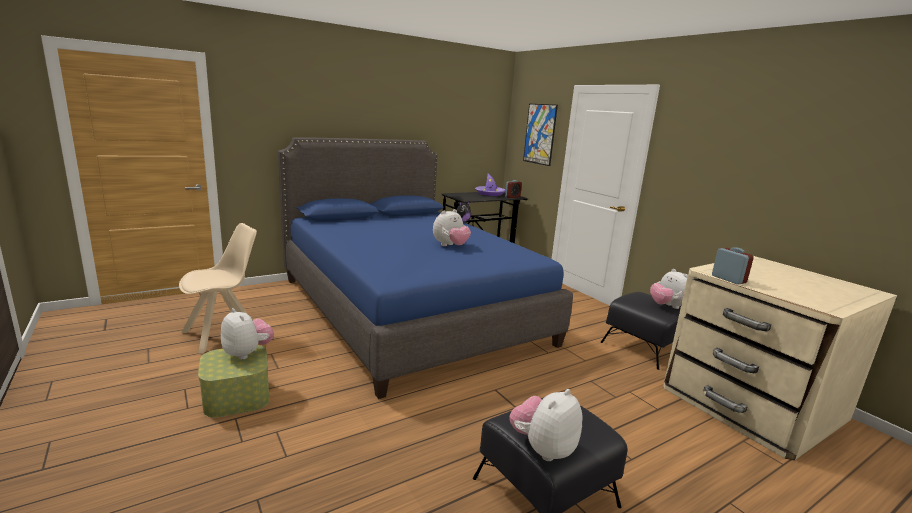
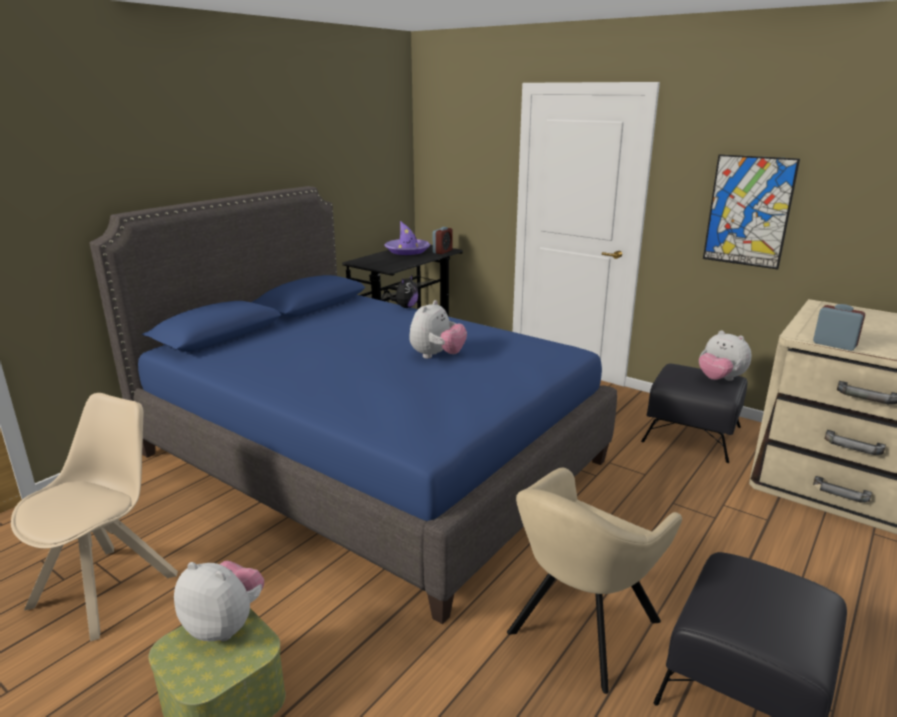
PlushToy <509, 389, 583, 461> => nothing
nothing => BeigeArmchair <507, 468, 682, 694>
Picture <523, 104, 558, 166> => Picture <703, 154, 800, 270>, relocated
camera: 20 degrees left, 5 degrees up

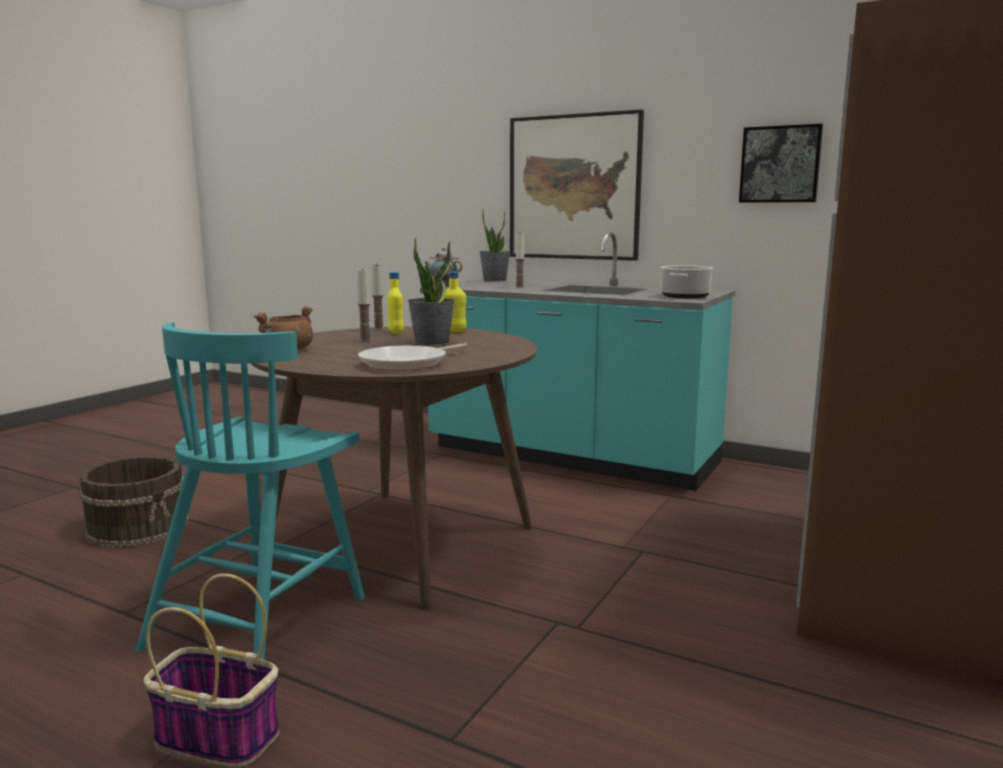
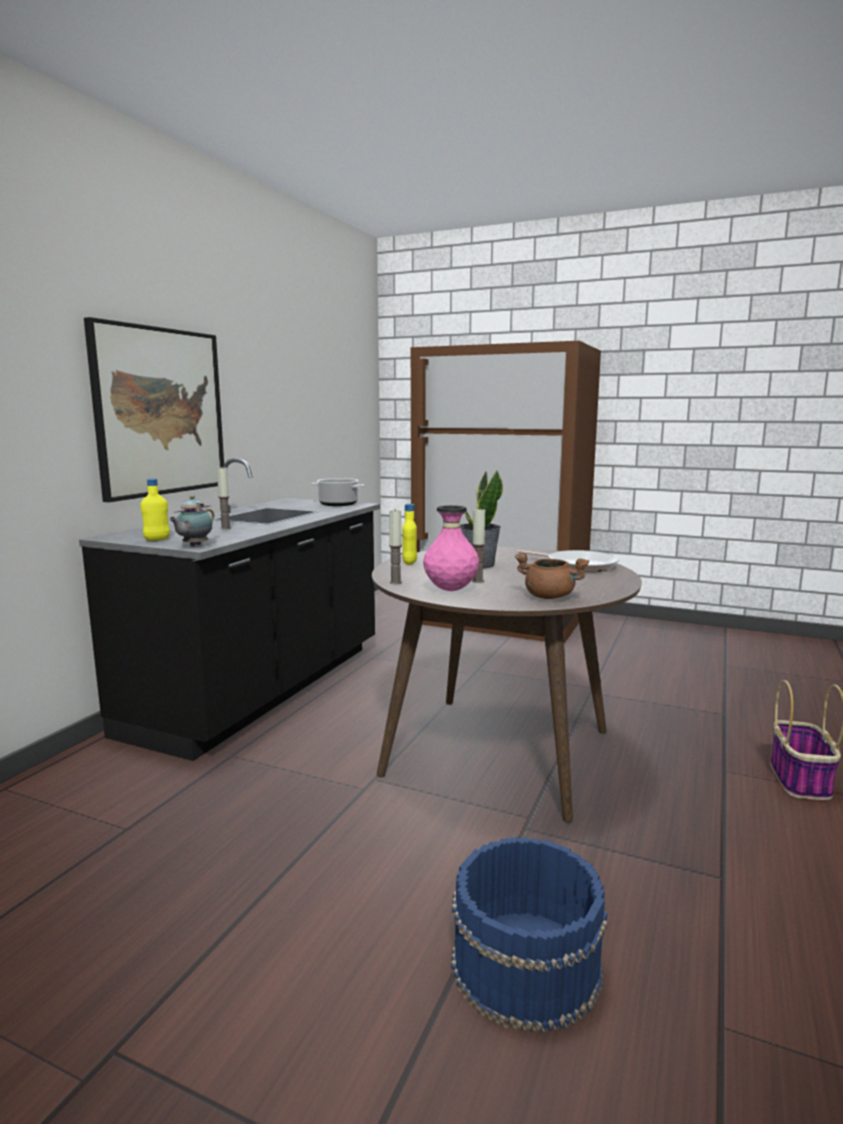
TurquoiseChair <135, 322, 365, 660> => nothing
PottedPlant <479, 209, 510, 281> => nothing
Picture <739, 124, 823, 203> => nothing
nothing => PinkVase <423, 505, 479, 591>
YellowBottle <387, 272, 404, 334> => YellowBottle <140, 478, 170, 541>, relocated
BrownBucket <79, 456, 189, 548> => BlueBucket <451, 837, 607, 1033>
TurquoiseCounter <420, 232, 735, 491> => BlackCounter <79, 458, 380, 761>
camera: 95 degrees left, 0 degrees up

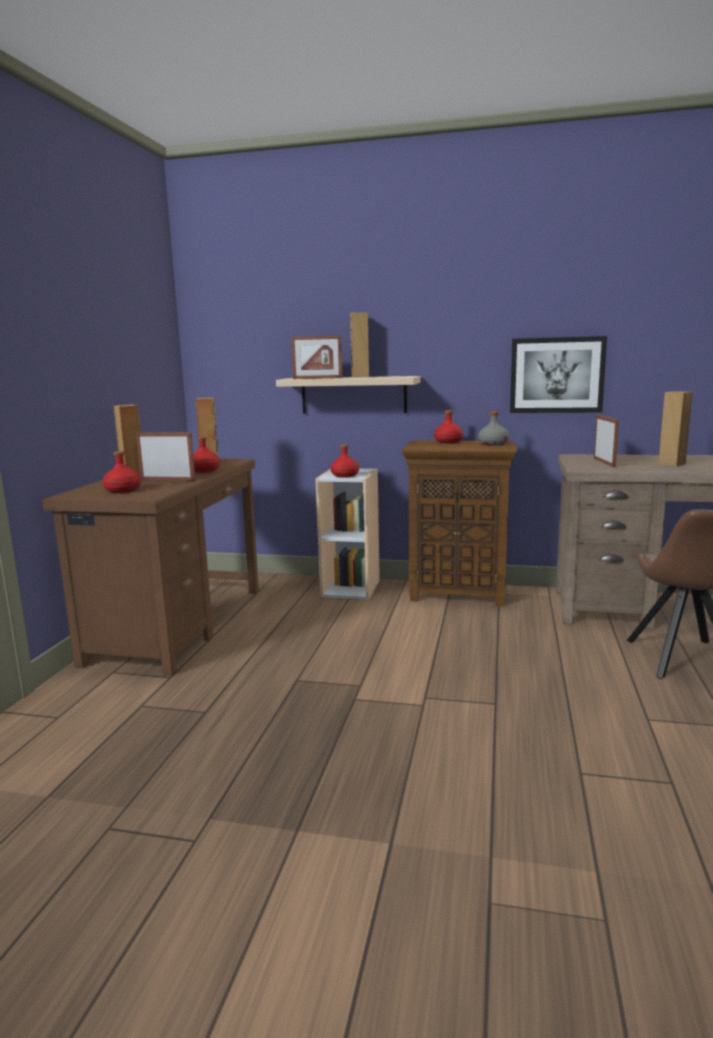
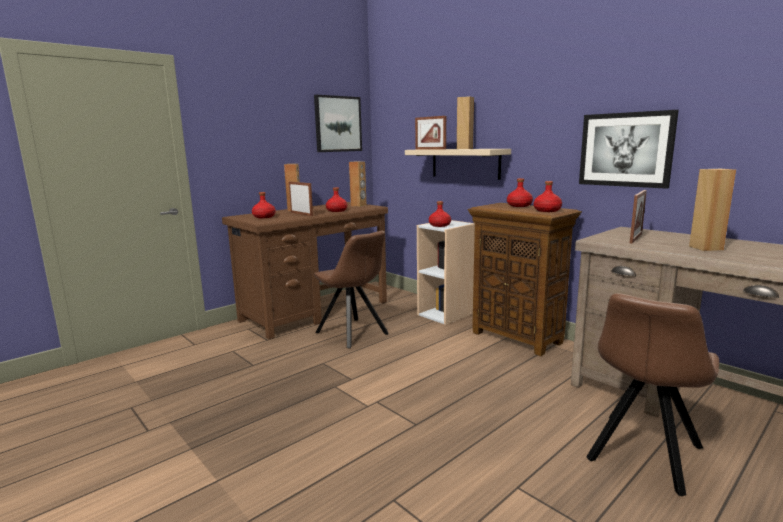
nothing => Picture <314, 95, 362, 152>
nothing => BrownChair <314, 231, 388, 348>
GreyBottle <478, 411, 509, 446> => RedBottle <534, 181, 562, 212>
camera: 35 degrees right, 0 degrees up

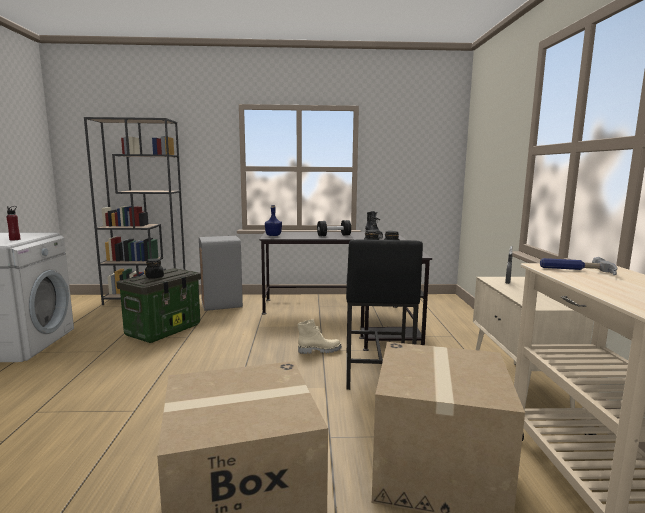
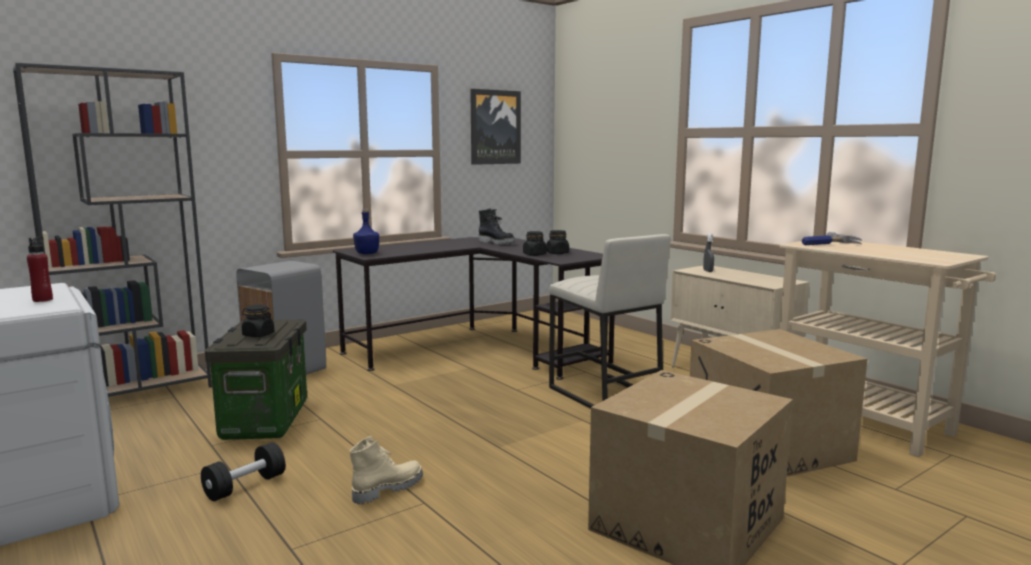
nothing => Picture <470, 89, 521, 165>
BeigeBoot <298, 319, 342, 354> => BeigeBoot <350, 436, 423, 504>, relocated
BlackDumbbell <317, 220, 351, 236> => BlackDumbbell <201, 442, 285, 501>, relocated
BlackStool <346, 240, 423, 390> => BeigeStool <549, 234, 671, 409>
camera: 35 degrees left, 0 degrees up

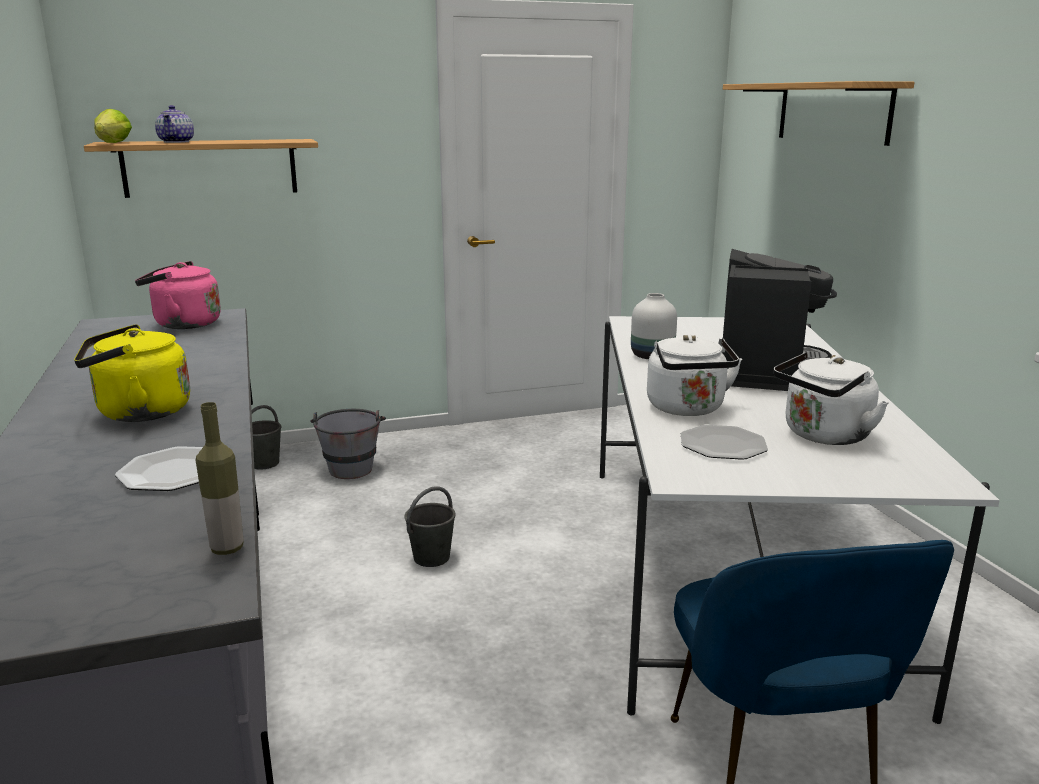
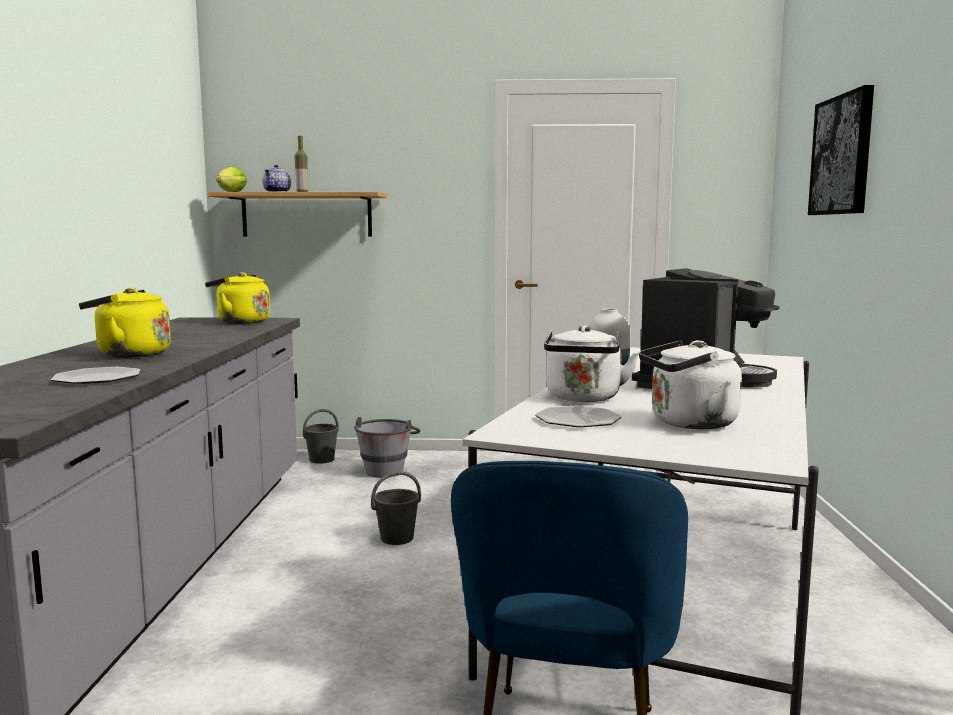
Bottle <196, 402, 244, 555> => Bottle <295, 136, 308, 192>, relocated
Shelf <723, 81, 915, 146> => Picture <808, 85, 874, 215>
PinkKettle <135, 261, 221, 329> => YellowKettle <205, 272, 270, 324>
camera: 20 degrees right, 10 degrees down

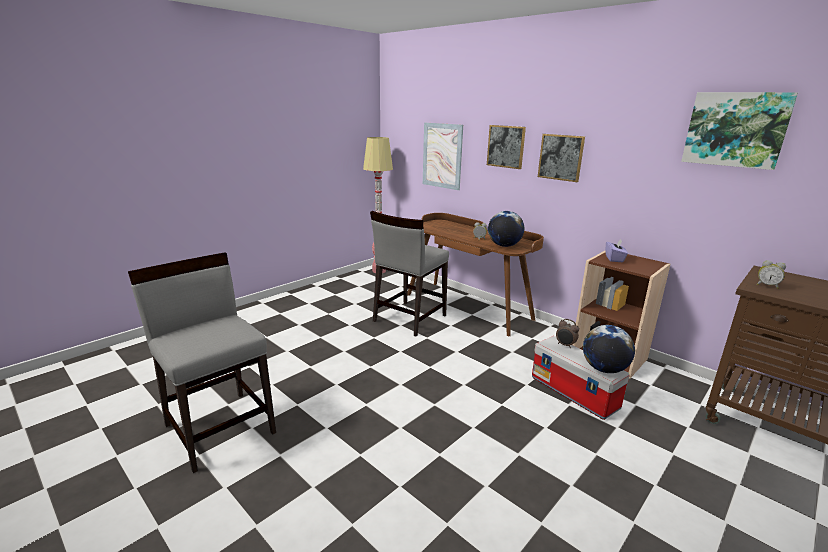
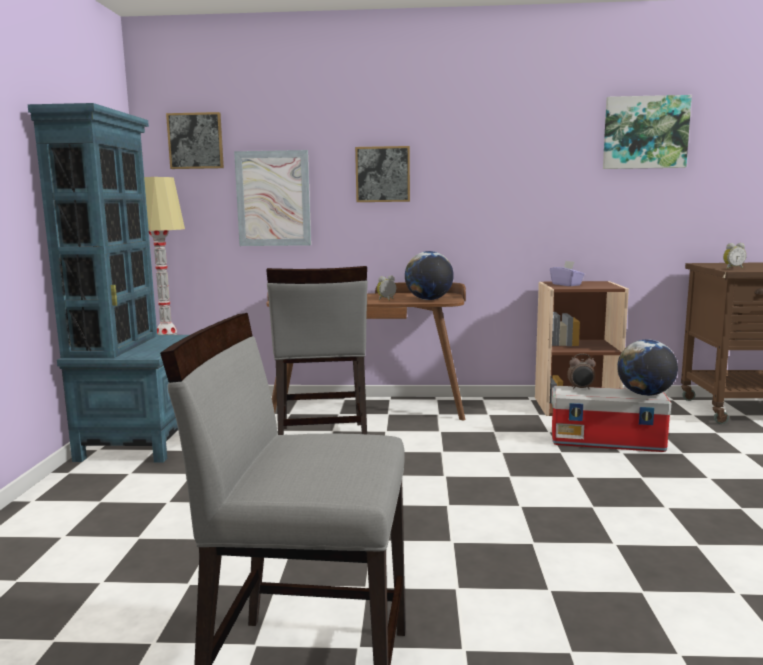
nothing => BlueCabinet <27, 103, 189, 463>
Picture <538, 134, 585, 182> => Picture <166, 112, 224, 169>, relocated
camera: 40 degrees left, 10 degrees down

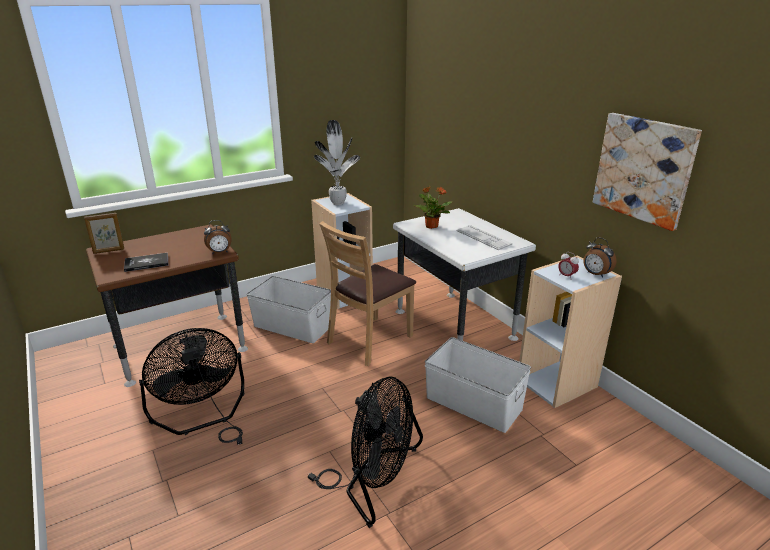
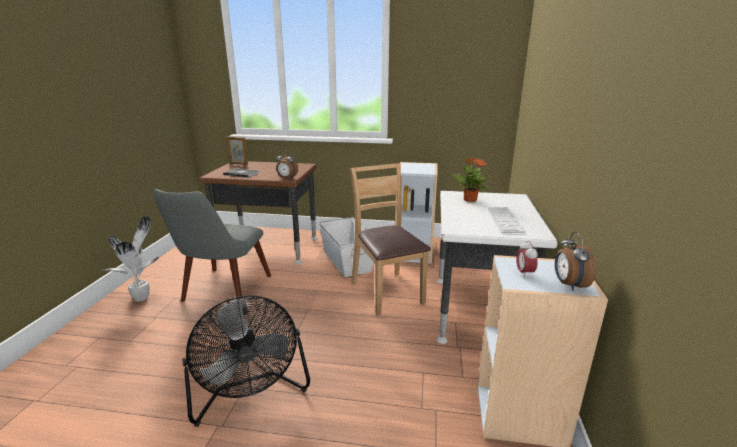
WhiteStorageBox <425, 337, 531, 433> => nothing
Picture <593, 113, 702, 231> => nothing
PottedPlant <314, 120, 360, 205> => PottedPlant <104, 216, 159, 302>, relocated
BlackFan <139, 328, 245, 445> => GreyChair <153, 189, 271, 302>
BrownChair <319, 221, 416, 366> => BrownChair <350, 163, 431, 316>, 75 degrees clockwise
camera: 40 degrees right, 5 degrees down

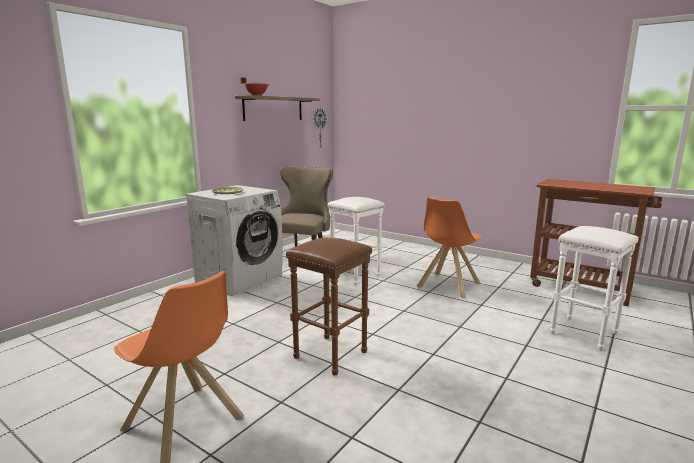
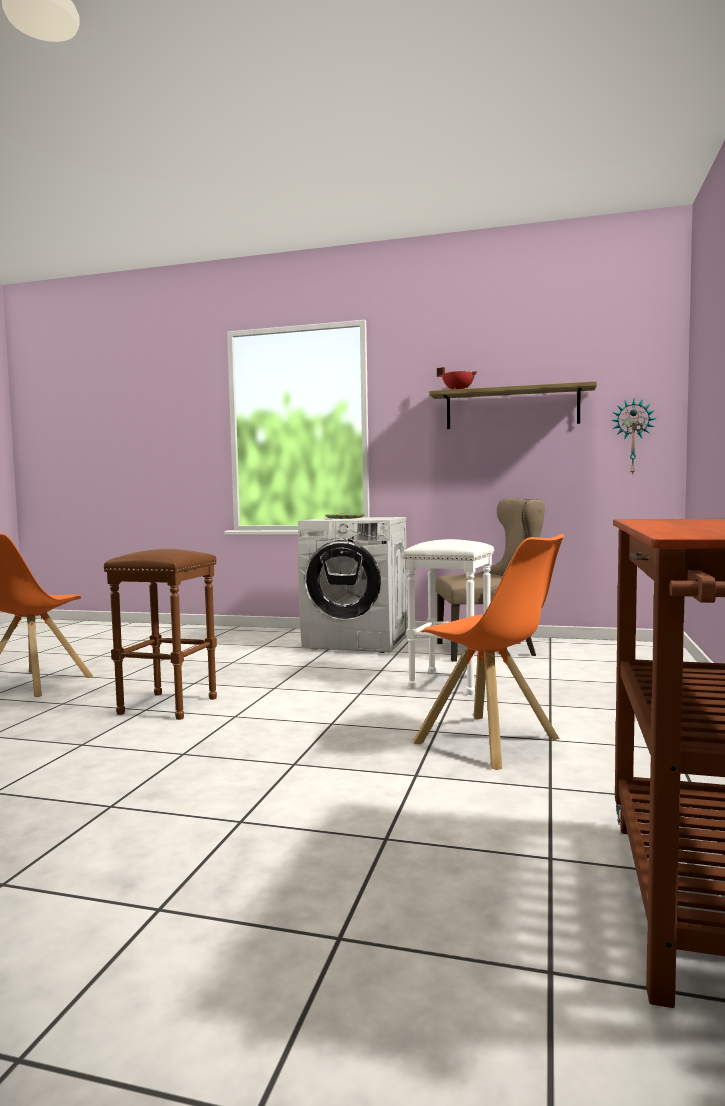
WhiteStool <550, 226, 639, 350> => nothing
OrangeChair <417, 197, 482, 298> => OrangeChair <413, 534, 564, 770>, 150 degrees counterclockwise
camera: 70 degrees right, 10 degrees down

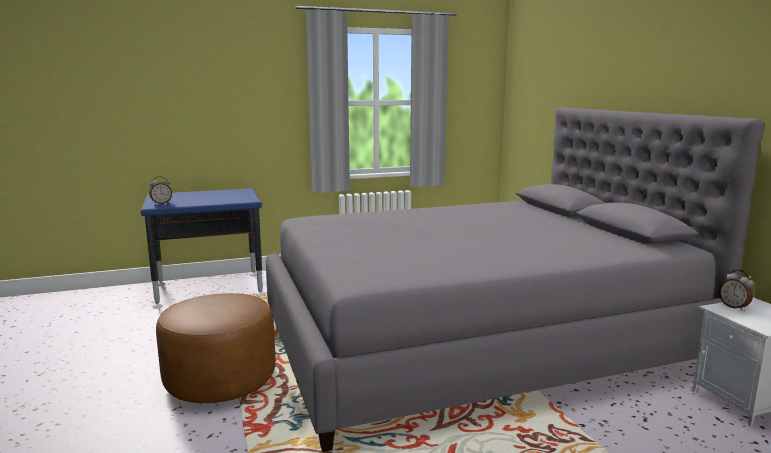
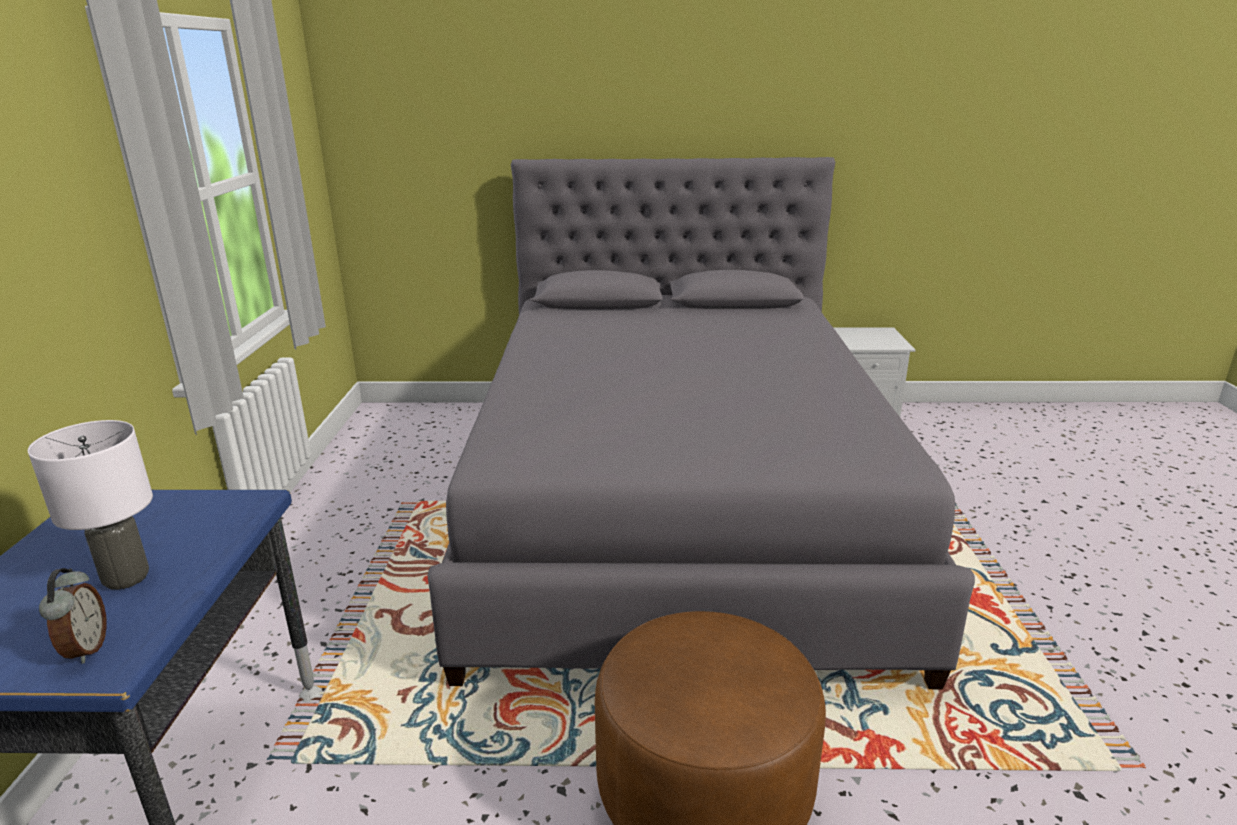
AlarmClock <719, 270, 753, 311> => nothing
nothing => WhiteTableLamp <28, 420, 153, 590>
camera: 70 degrees left, 10 degrees up

